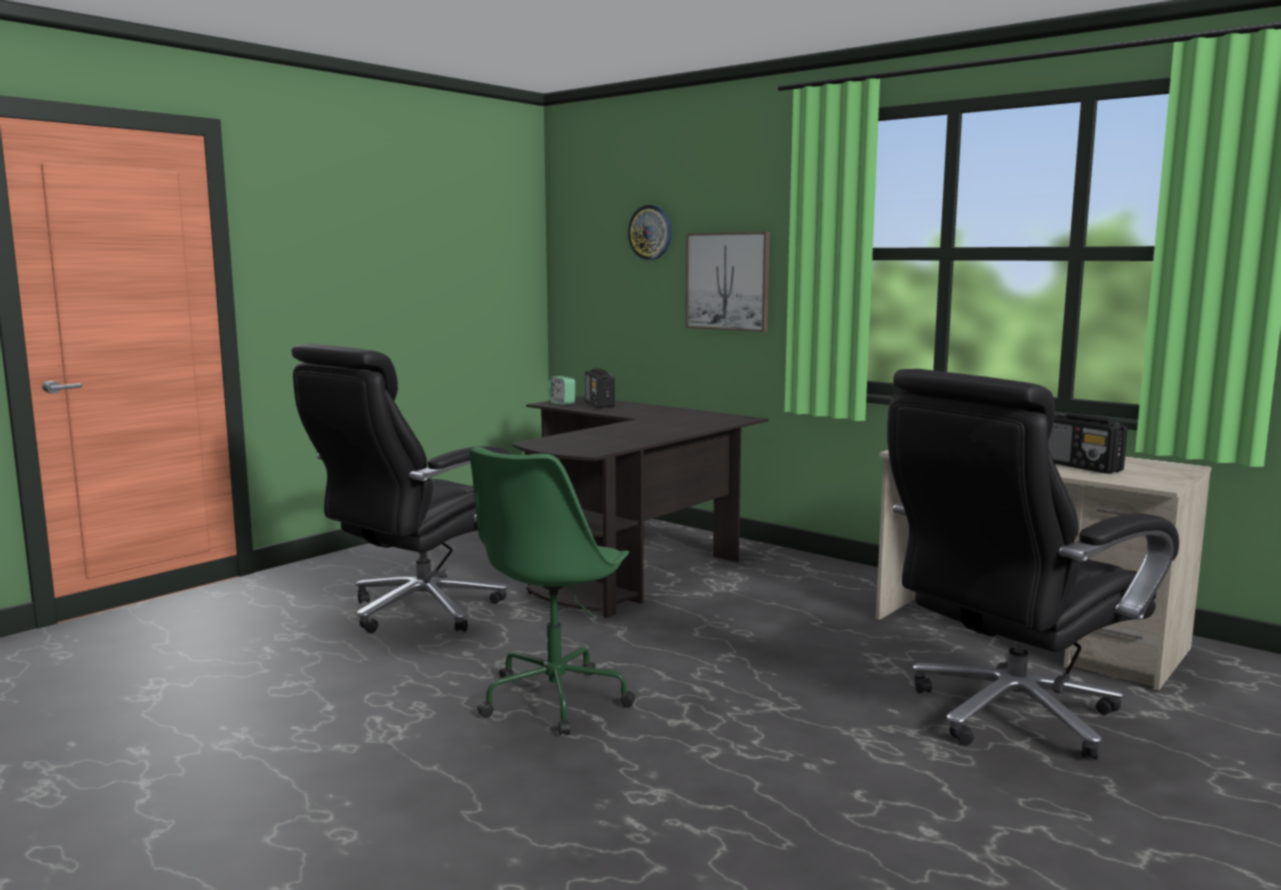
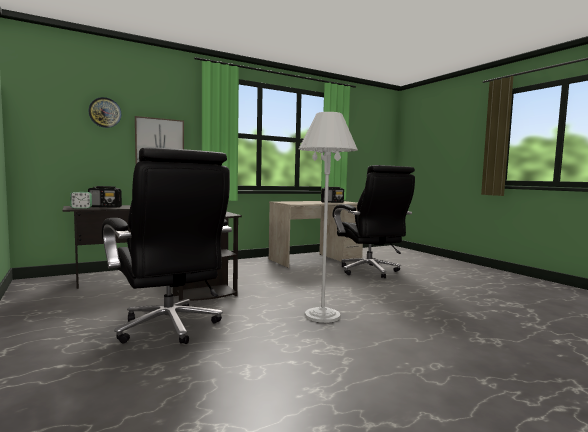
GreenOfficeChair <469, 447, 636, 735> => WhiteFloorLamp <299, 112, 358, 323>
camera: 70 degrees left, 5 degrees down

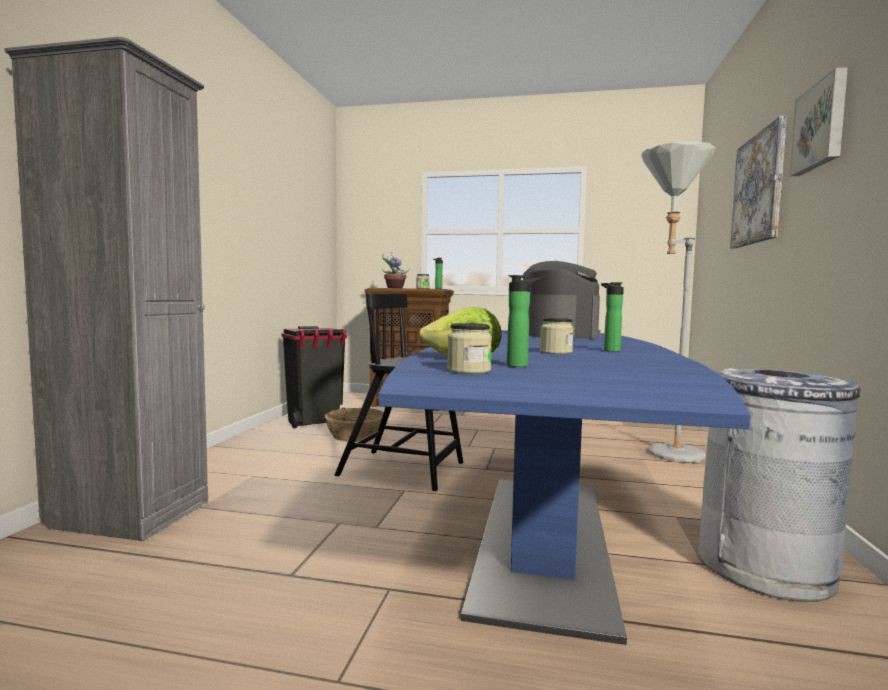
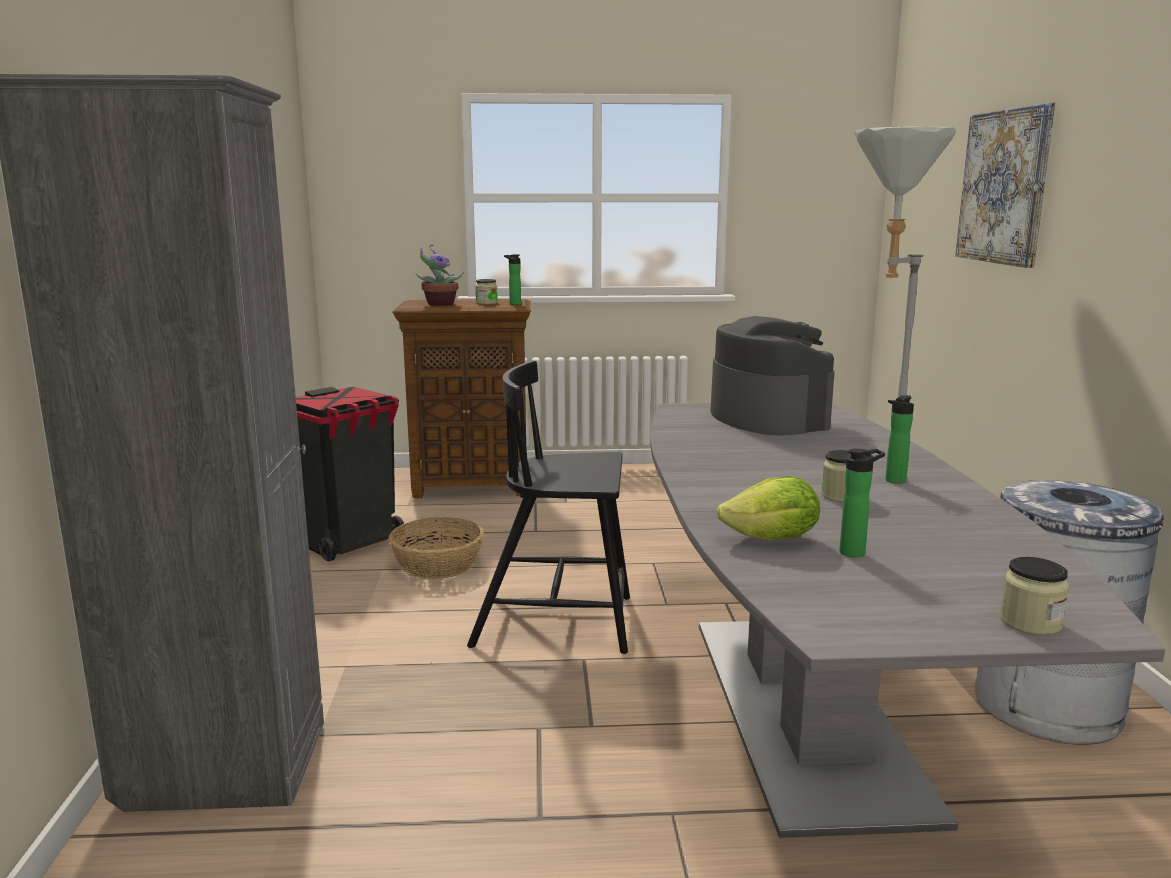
Picture <789, 67, 848, 176> => nothing
Jar <447, 323, 492, 374> => Jar <1000, 557, 1069, 635>, relocated
BlueDiningTable <378, 330, 751, 645> => GreyDiningTable <650, 403, 1165, 838>
camera: 15 degrees left, 10 degrees up

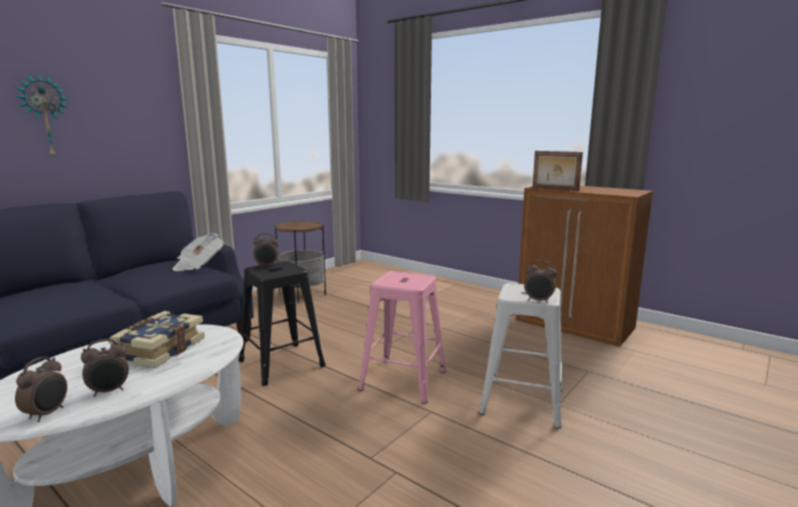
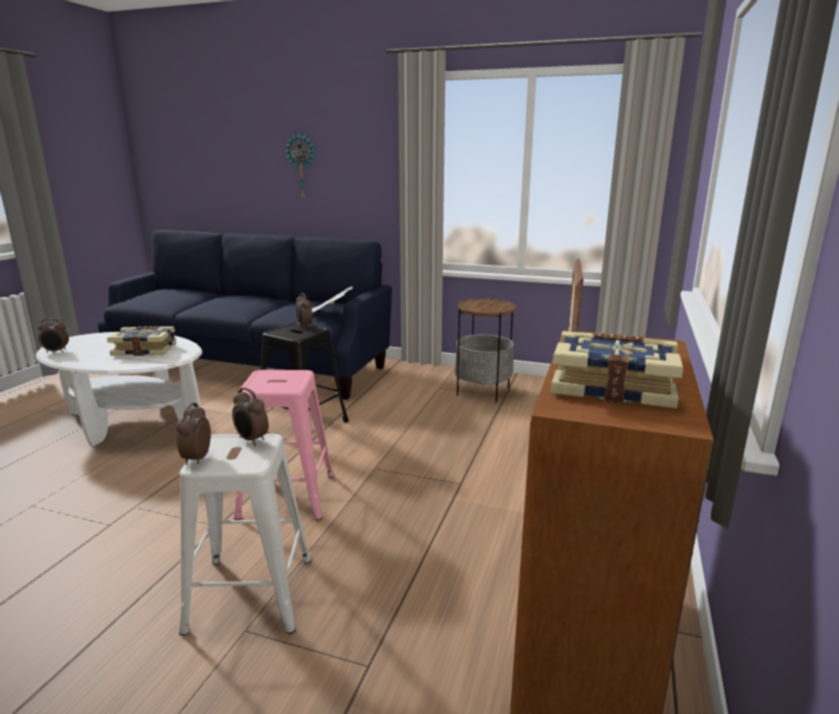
nothing => Book <551, 331, 683, 409>
AlarmClock <81, 339, 129, 397> => AlarmClock <232, 387, 269, 445>, relocated
camera: 70 degrees right, 5 degrees up

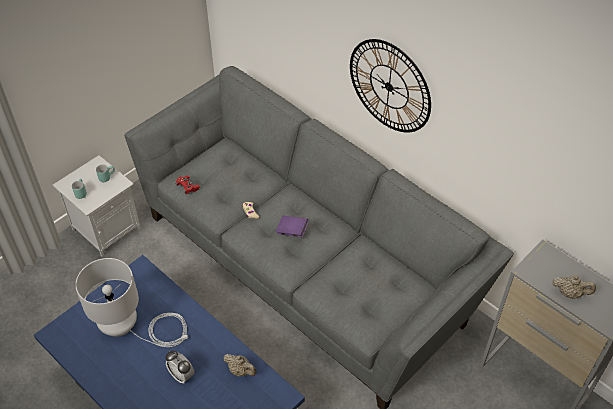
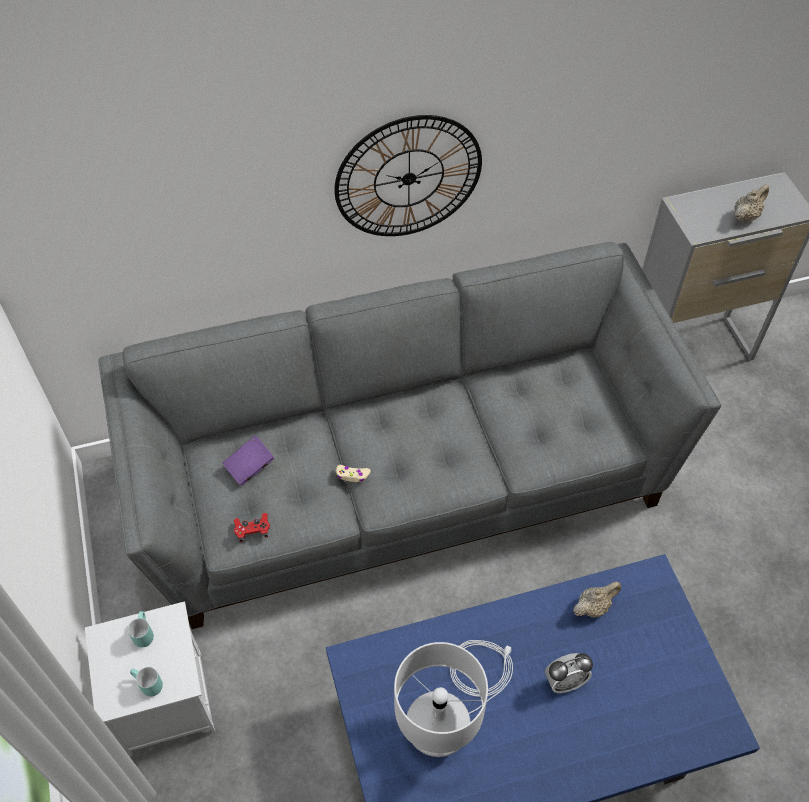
PurpleBook <276, 216, 309, 237> => PurpleBook <222, 435, 275, 486>, relocated
camera: 60 degrees left, 5 degrees up

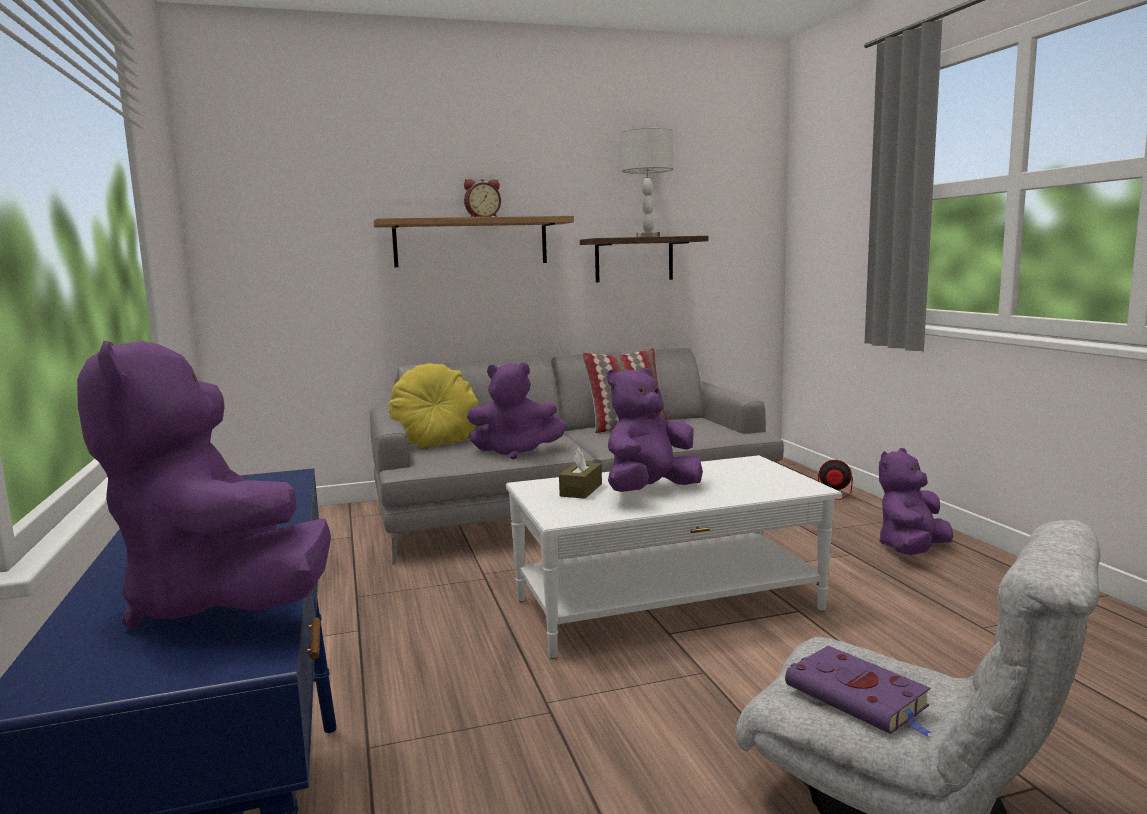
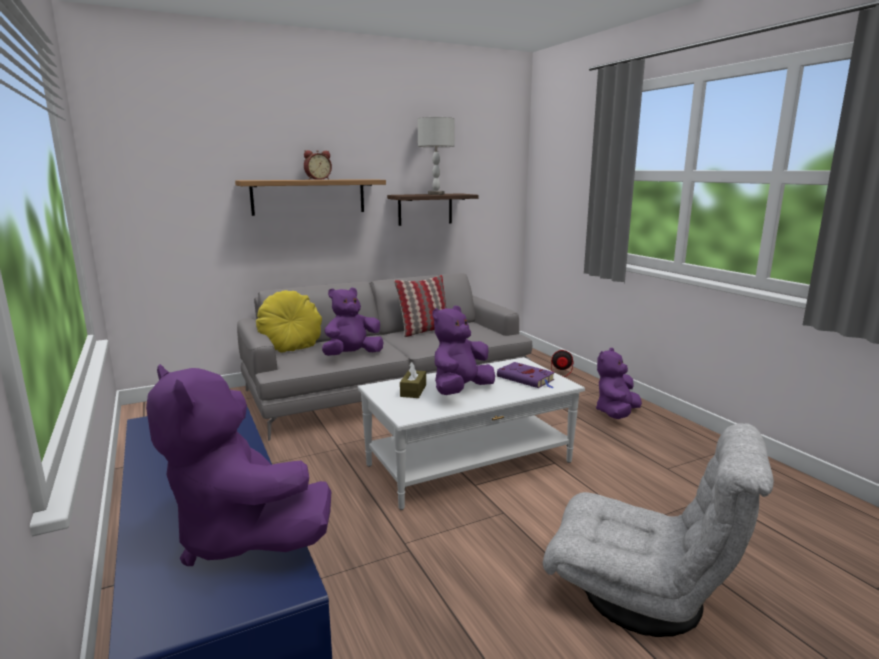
PurpleBook <785, 646, 933, 736> => PurpleBook <497, 362, 555, 388>, relocated
PurplePlushToy <467, 363, 567, 460> => PurplePlushToy <322, 288, 383, 356>, 150 degrees clockwise
camera: 10 degrees left, 5 degrees up

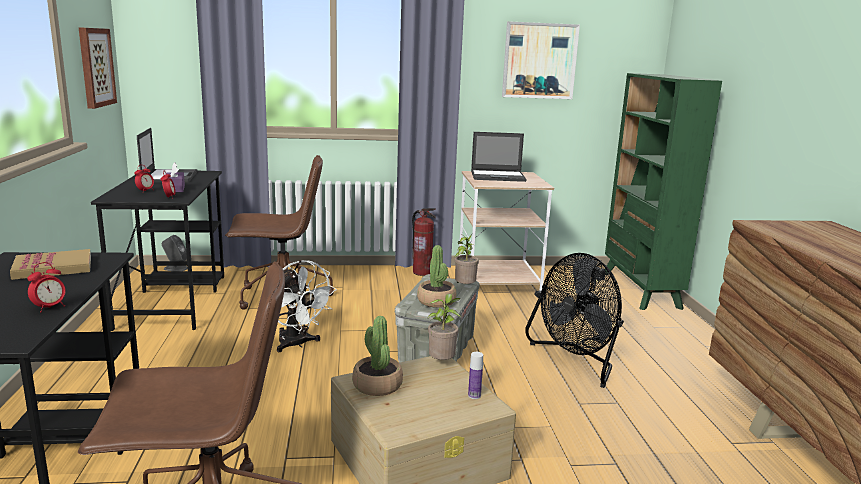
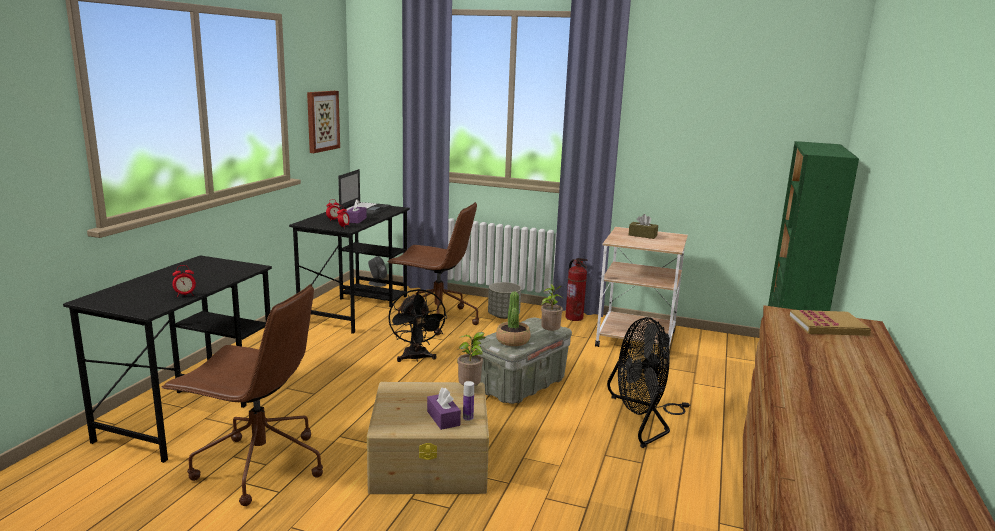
PottedPlant <352, 316, 403, 396> => nothing
Picture <502, 21, 580, 99> => nothing
nothing => PurpleTissueBox <427, 388, 461, 430>
nothing => GreyPlanter <488, 282, 521, 319>
Book <10, 249, 91, 280> => Book <789, 310, 871, 336>, relocated
Laptop <471, 132, 526, 182> => BrownTissueBox <628, 214, 658, 239>
WhiteFan <277, 260, 337, 352> => BlackFan <388, 289, 447, 362>
camera: 25 degrees right, 0 degrees up

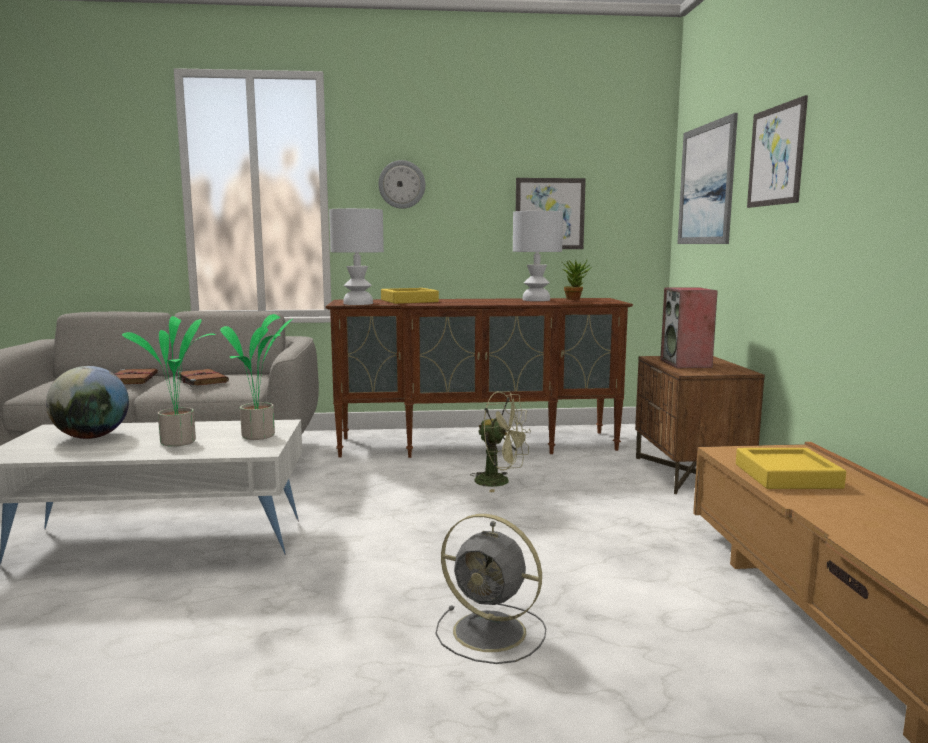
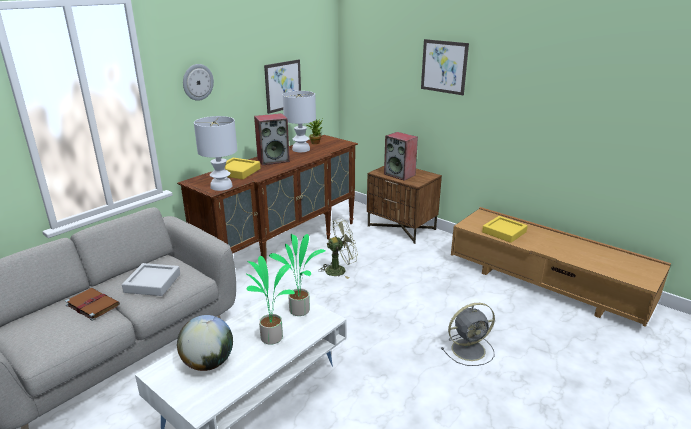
Picture <677, 113, 738, 244> => nothing
nothing => Speaker <254, 113, 290, 166>
BrownBook <176, 369, 229, 387> => GreyTray <122, 263, 180, 296>
camera: 45 degrees left, 15 degrees up

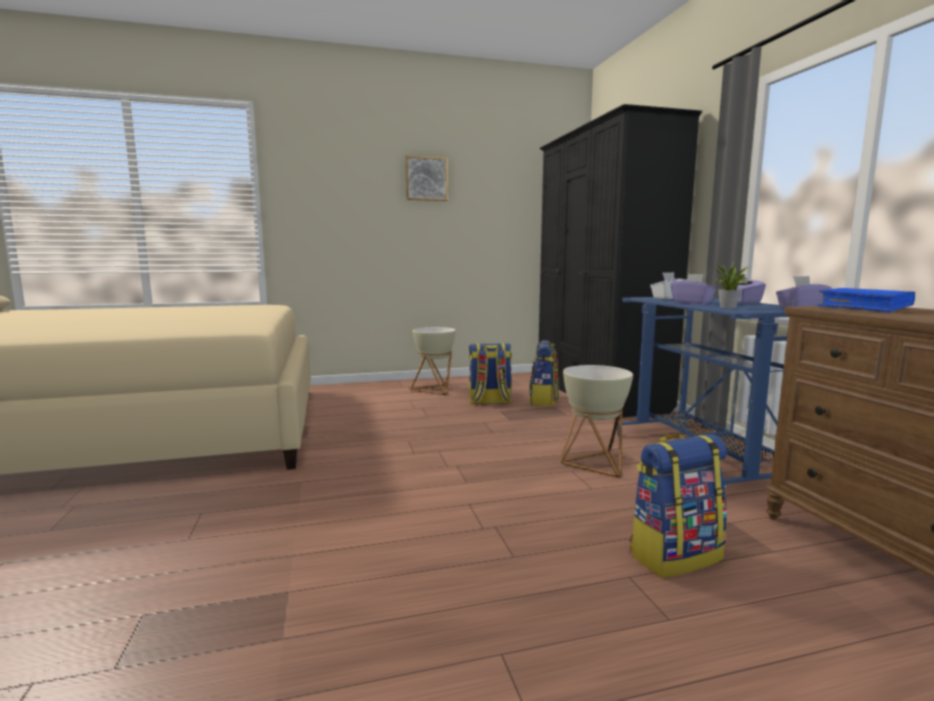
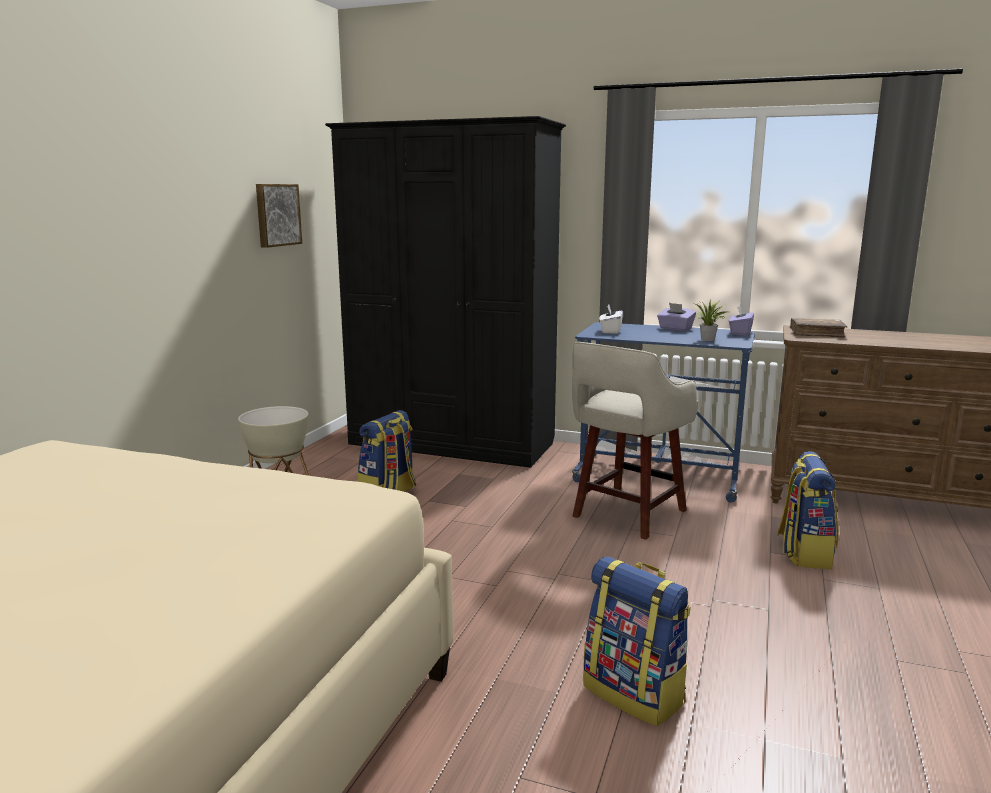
PurpleTissueBox <671, 274, 716, 304> => nothing
Picture <406, 156, 448, 201> => Picture <256, 184, 302, 248>, relocated
Backpack <529, 340, 559, 406> => Backpack <583, 556, 691, 727>, relocated
Planter <560, 365, 633, 477> => BeigeStool <572, 342, 698, 540>
BlueBook <817, 288, 915, 313> => BrownBook <790, 318, 847, 338>
camera: 55 degrees left, 5 degrees up

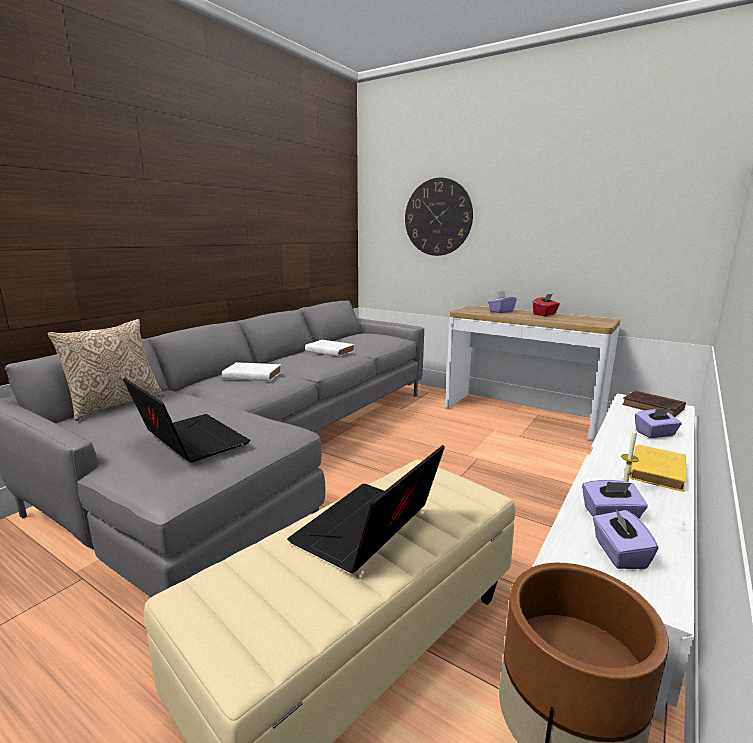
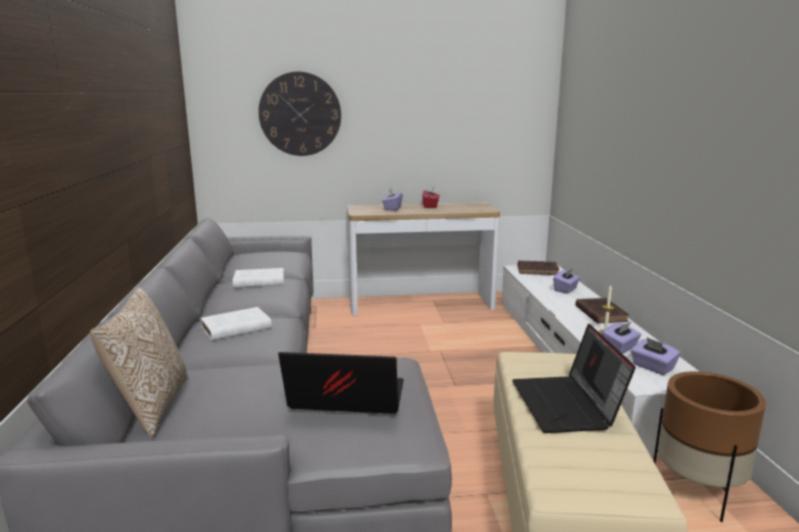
YellowBook <630, 445, 686, 492> => BrownBook <576, 298, 629, 324>
camera: 40 degrees left, 0 degrees up

